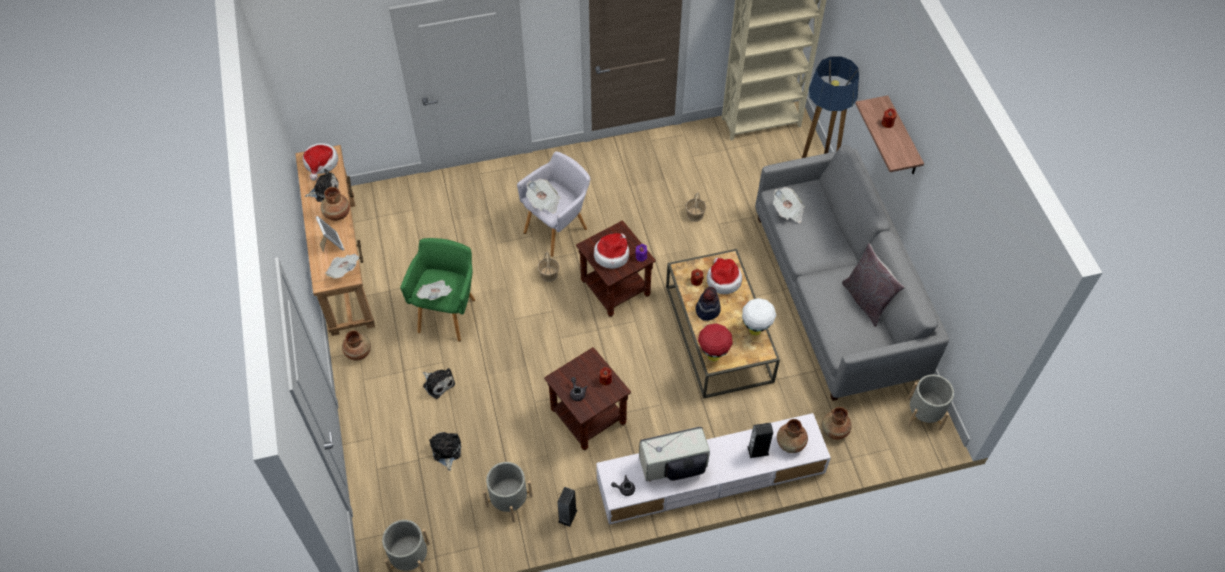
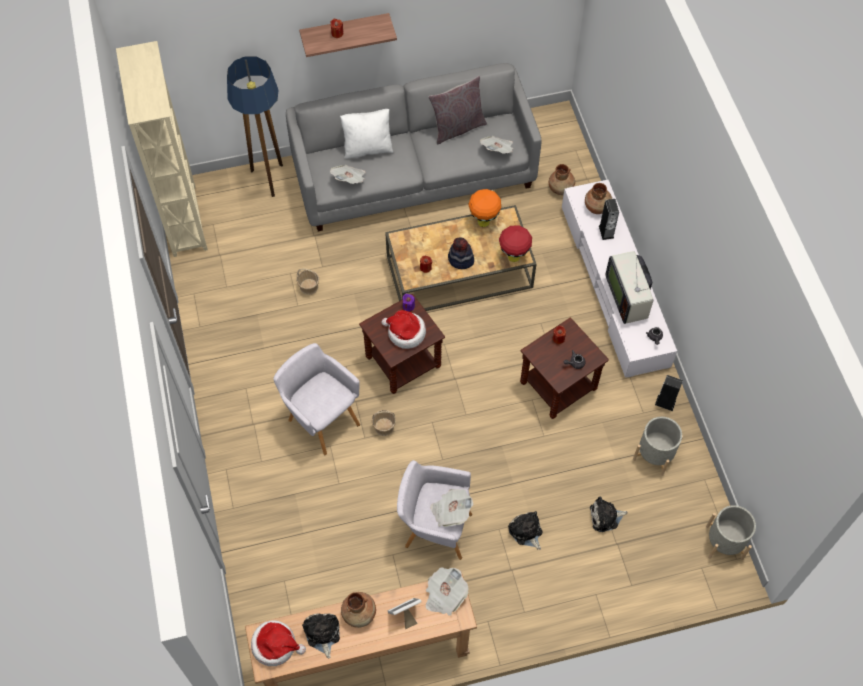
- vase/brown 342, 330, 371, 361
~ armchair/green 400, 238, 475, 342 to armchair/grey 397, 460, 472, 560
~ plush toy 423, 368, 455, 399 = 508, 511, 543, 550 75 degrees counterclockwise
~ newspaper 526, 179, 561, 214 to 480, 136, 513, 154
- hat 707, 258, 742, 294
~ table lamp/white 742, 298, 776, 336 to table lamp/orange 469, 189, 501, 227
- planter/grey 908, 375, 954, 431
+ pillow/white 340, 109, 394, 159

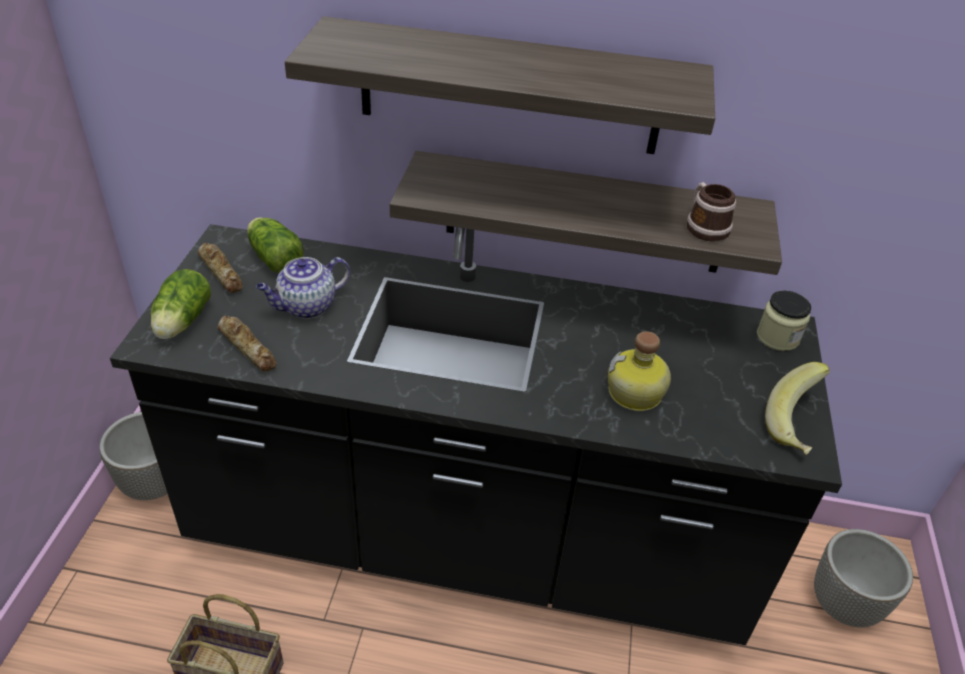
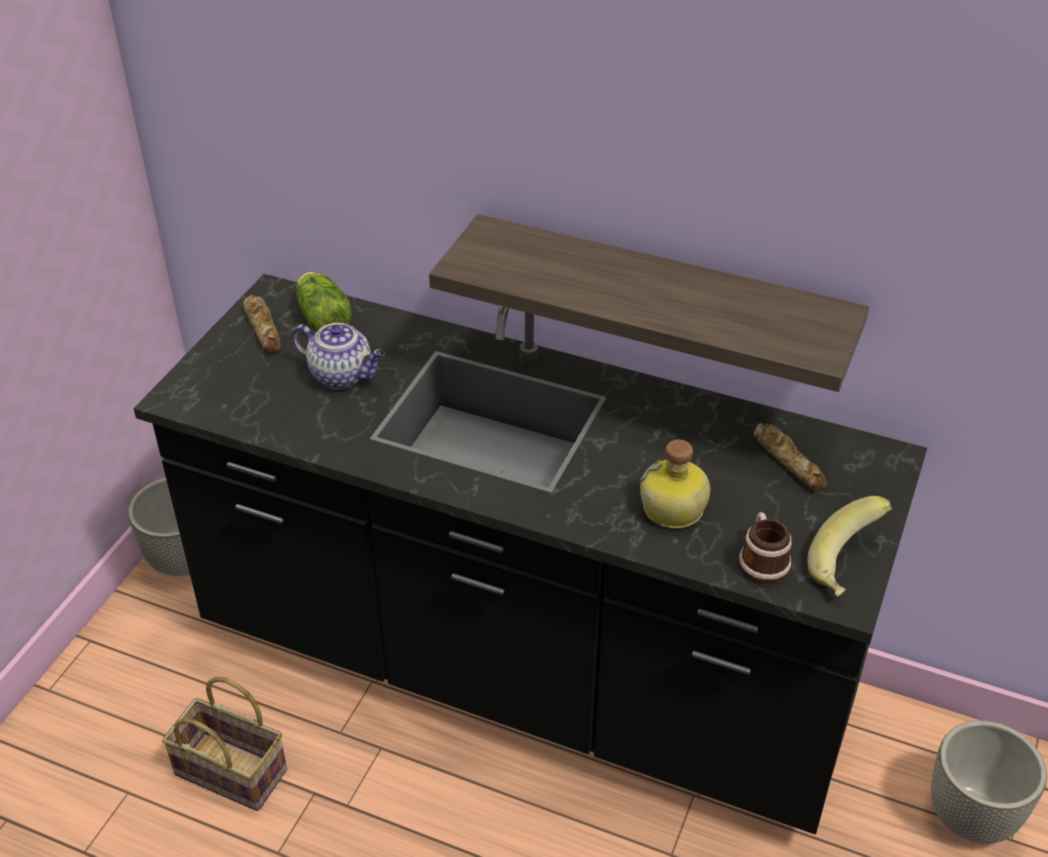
- lettuce 151, 269, 211, 339
~ bread 218, 316, 277, 372 to 753, 423, 827, 491
~ teapot 256, 257, 350, 319 = 292, 323, 385, 389 135 degrees counterclockwise
- shelf 285, 16, 715, 154
~ mug 687, 182, 736, 242 to 739, 512, 792, 585
- jar 757, 291, 811, 351

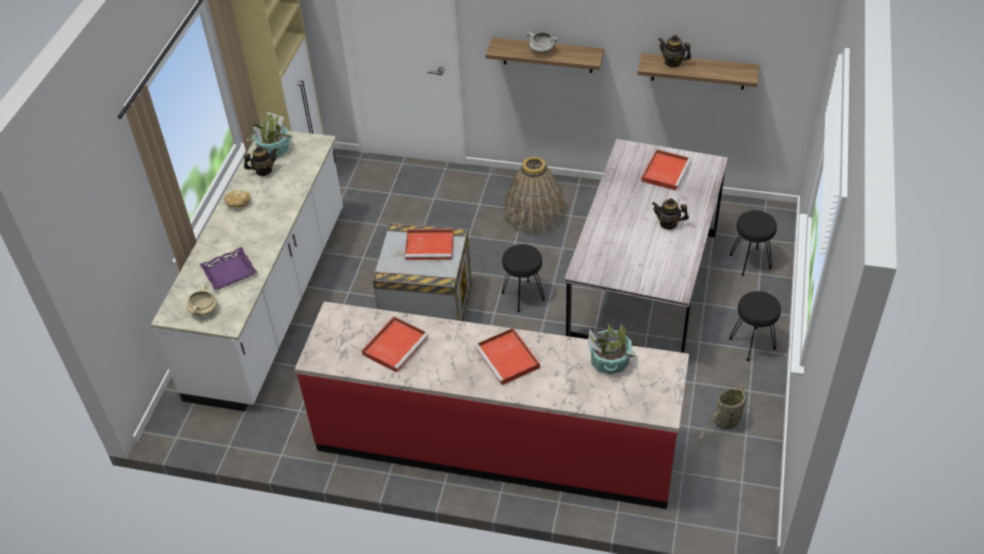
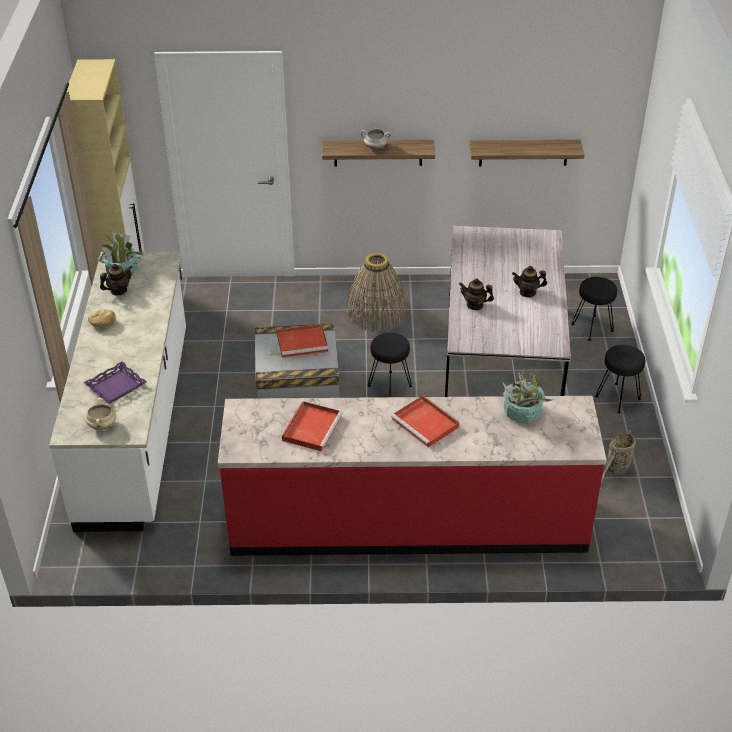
- tray/red 641, 149, 692, 191
~ teapot 658, 35, 691, 68 to 459, 278, 494, 310

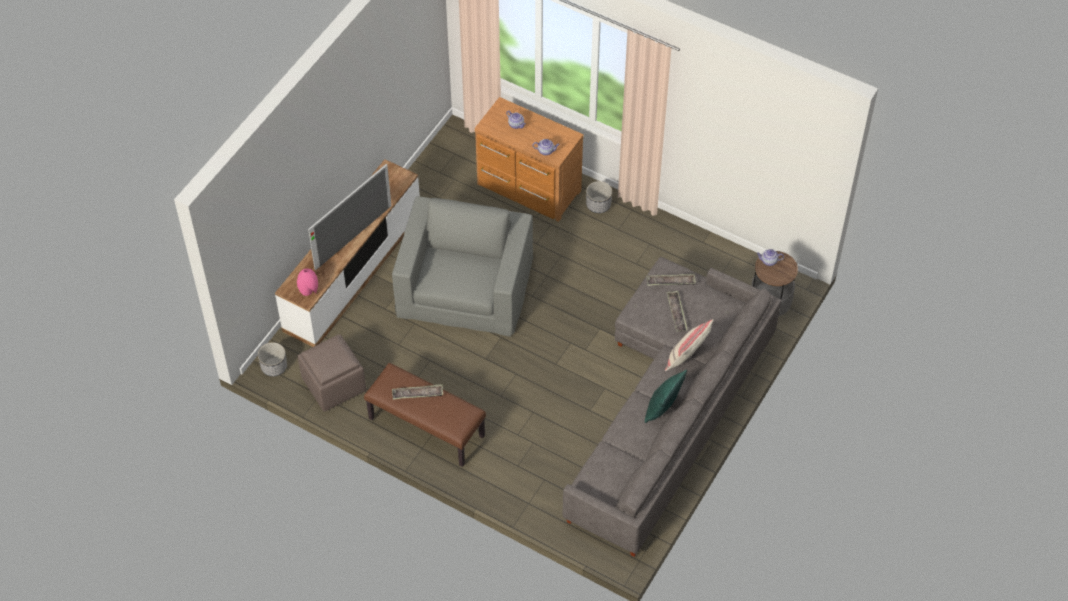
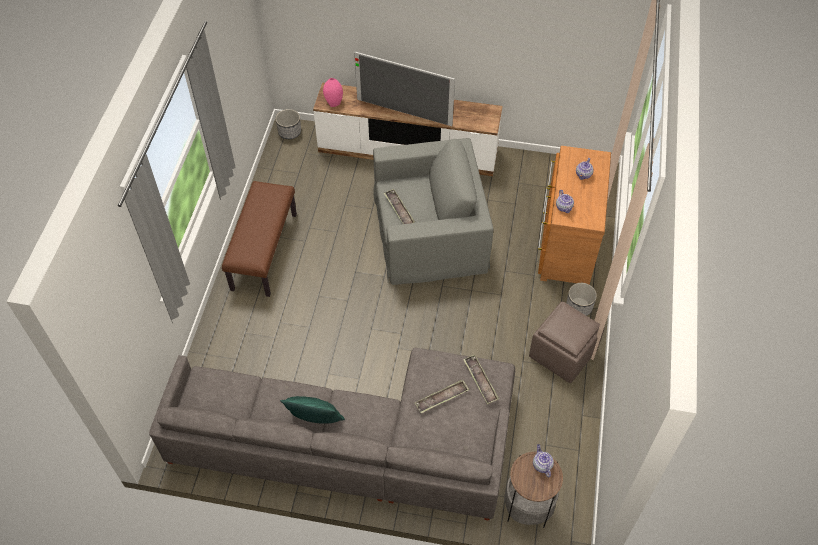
~ ottoman/brown 298, 334, 366, 412 to 529, 301, 604, 383
~ tray 392, 384, 443, 400 to 384, 189, 415, 224
- pillow/beige 665, 319, 713, 371

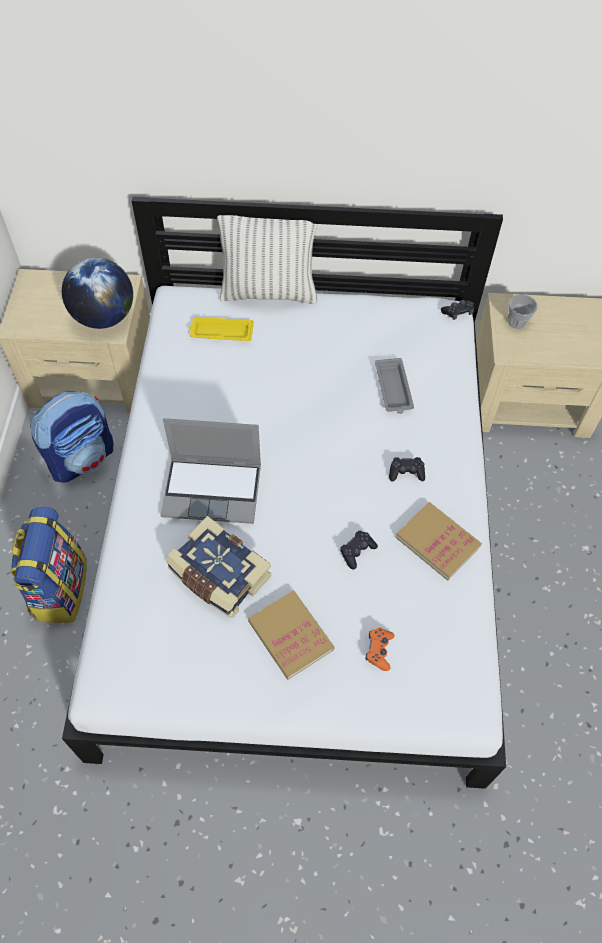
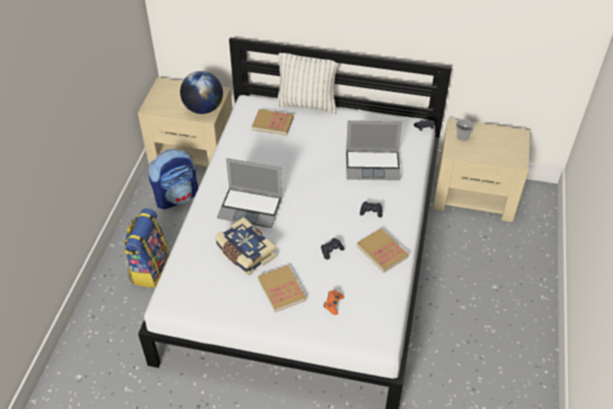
~ tray/yellow 189, 317, 254, 341 to book 252, 109, 294, 136
~ tray/grey 375, 358, 414, 414 to laptop 346, 121, 402, 180

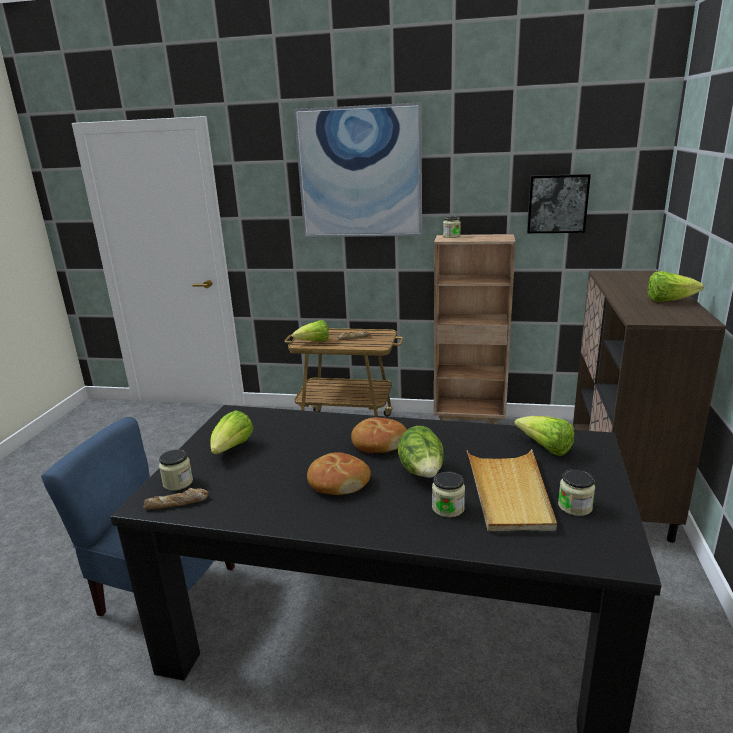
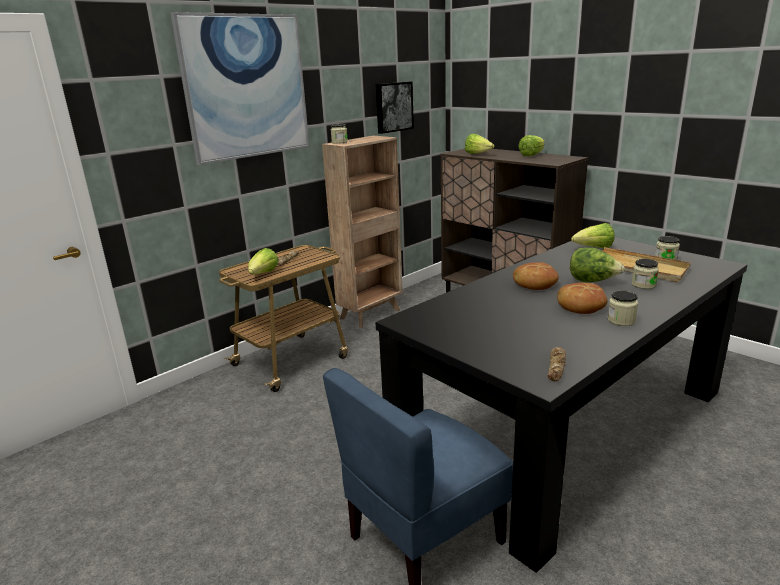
~ jar 159, 450, 193, 491 to 607, 291, 638, 326
~ lettuce 211, 410, 253, 454 to 465, 134, 495, 154

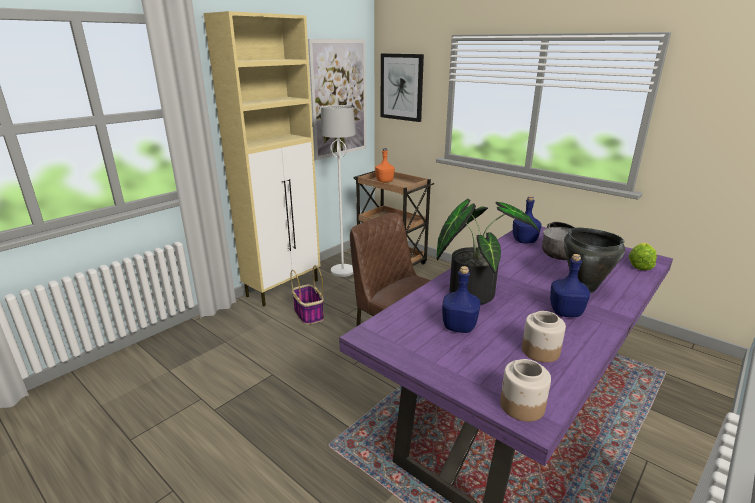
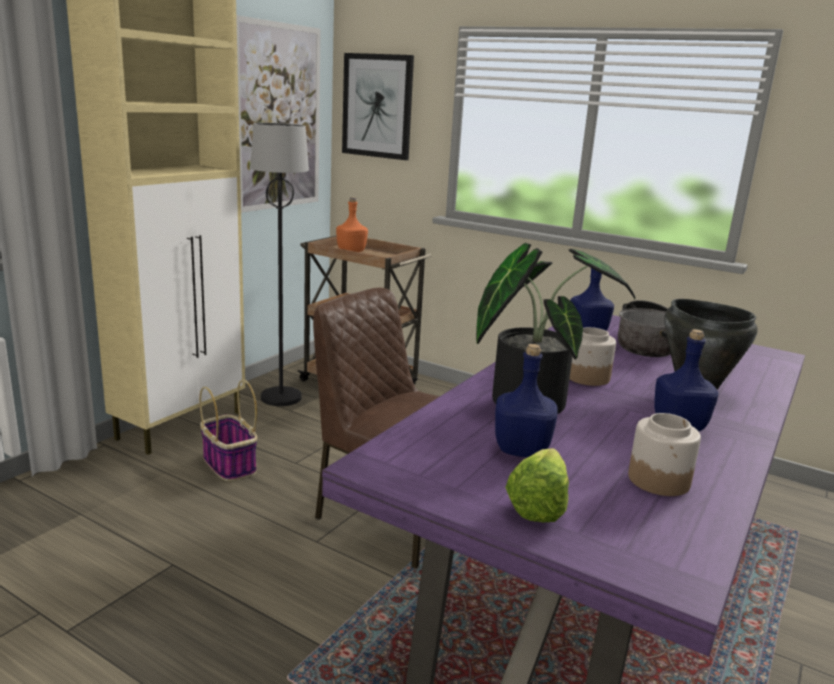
~ floor lamp/white 320, 105, 356, 277 to floor lamp/black 250, 123, 309, 406
~ jar 500, 359, 551, 422 to 569, 327, 616, 386
~ lettuce 629, 243, 657, 270 to 505, 448, 569, 522

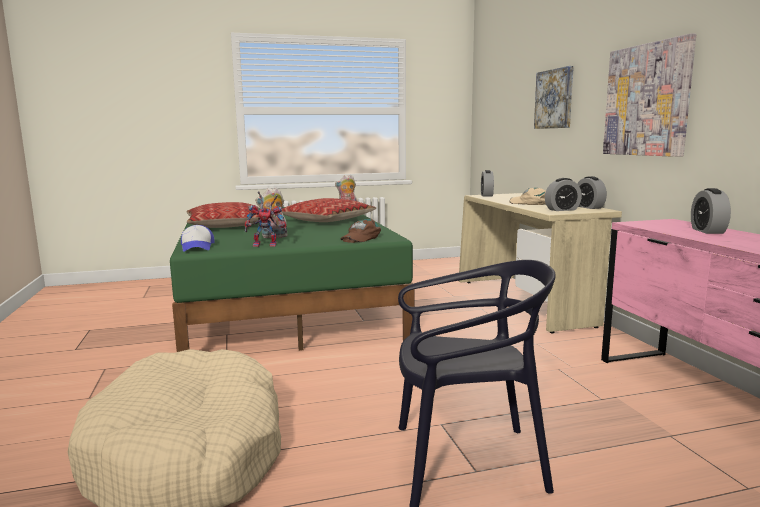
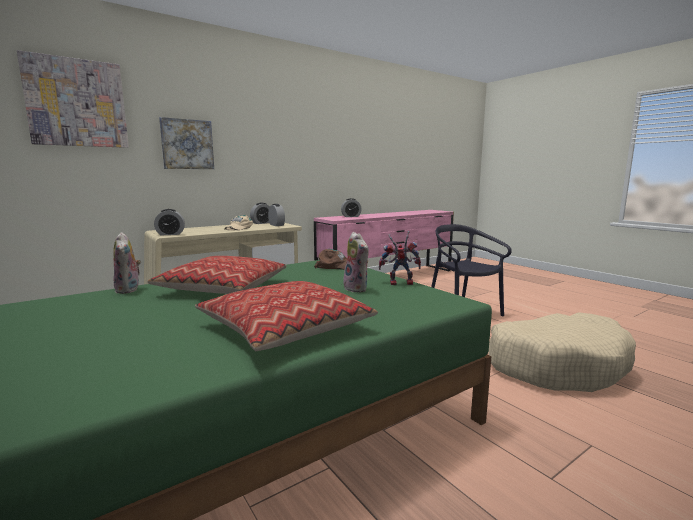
- cap 181, 225, 215, 252
~ toy robot 245, 192, 287, 247 = 379, 231, 421, 285 60 degrees counterclockwise
~ picture 603, 33, 696, 157 to 17, 50, 129, 148

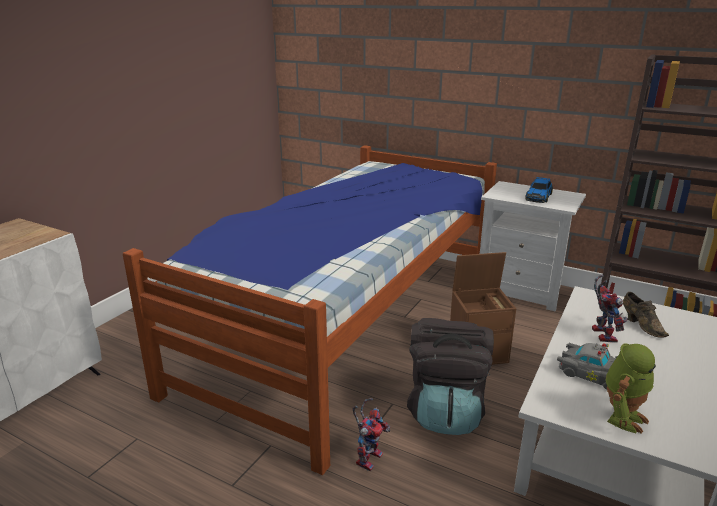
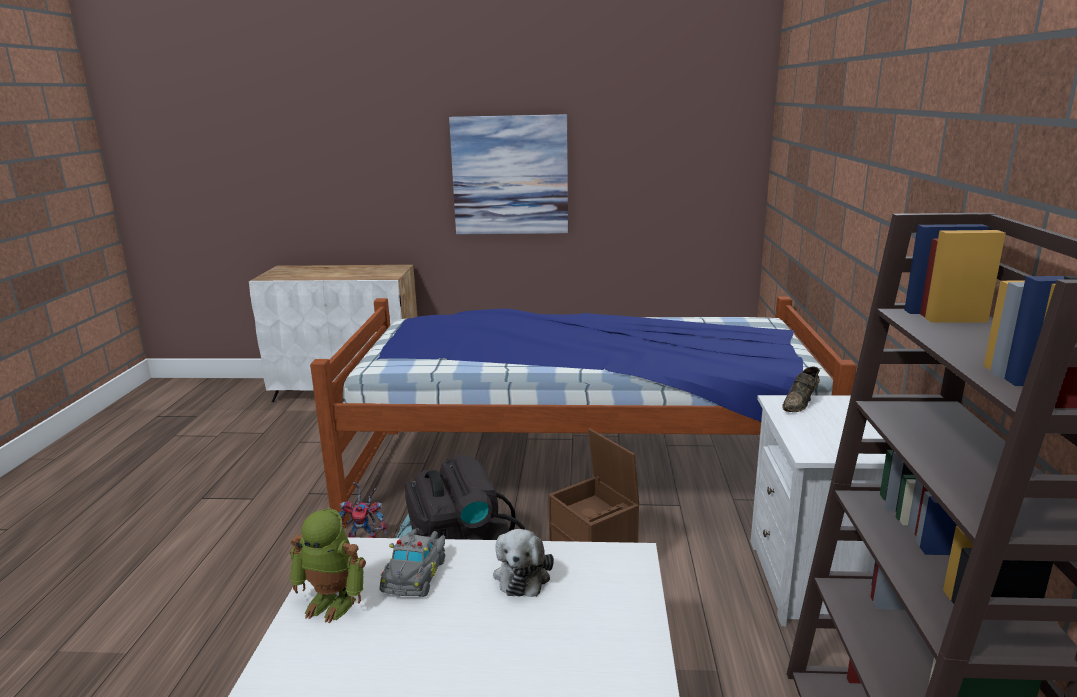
- toy car 525, 177, 553, 203
~ toy robot 592, 275, 628, 342 to plush toy 493, 529, 554, 597
~ shoe/brown 623, 292, 669, 338 to 782, 366, 820, 412
+ picture 449, 114, 568, 234

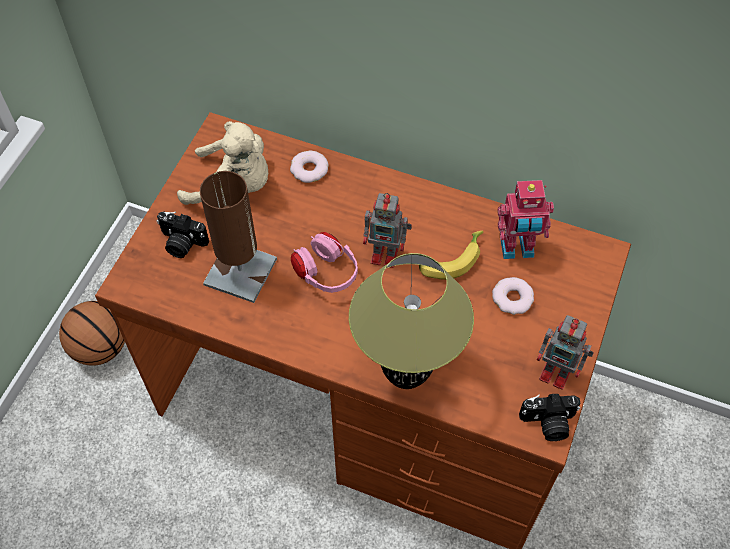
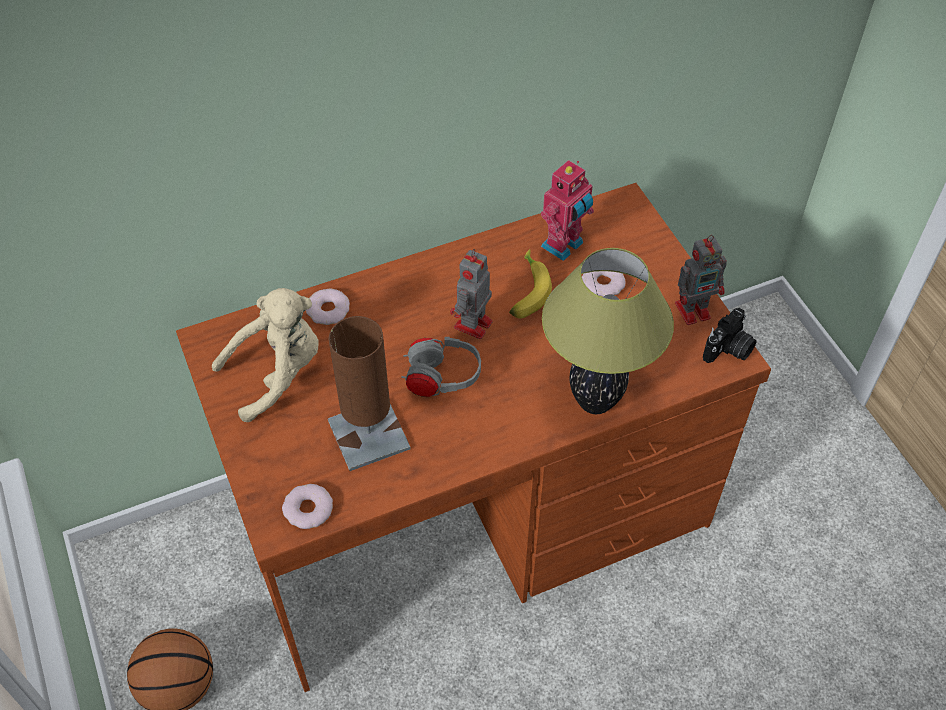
- photo camera 157, 212, 209, 258
~ headphones/pink 291, 232, 358, 293 to headphones/grey 401, 337, 481, 397
~ toy robot 363, 193, 412, 268 = 450, 249, 493, 339 150 degrees clockwise
+ donut 282, 484, 333, 529

